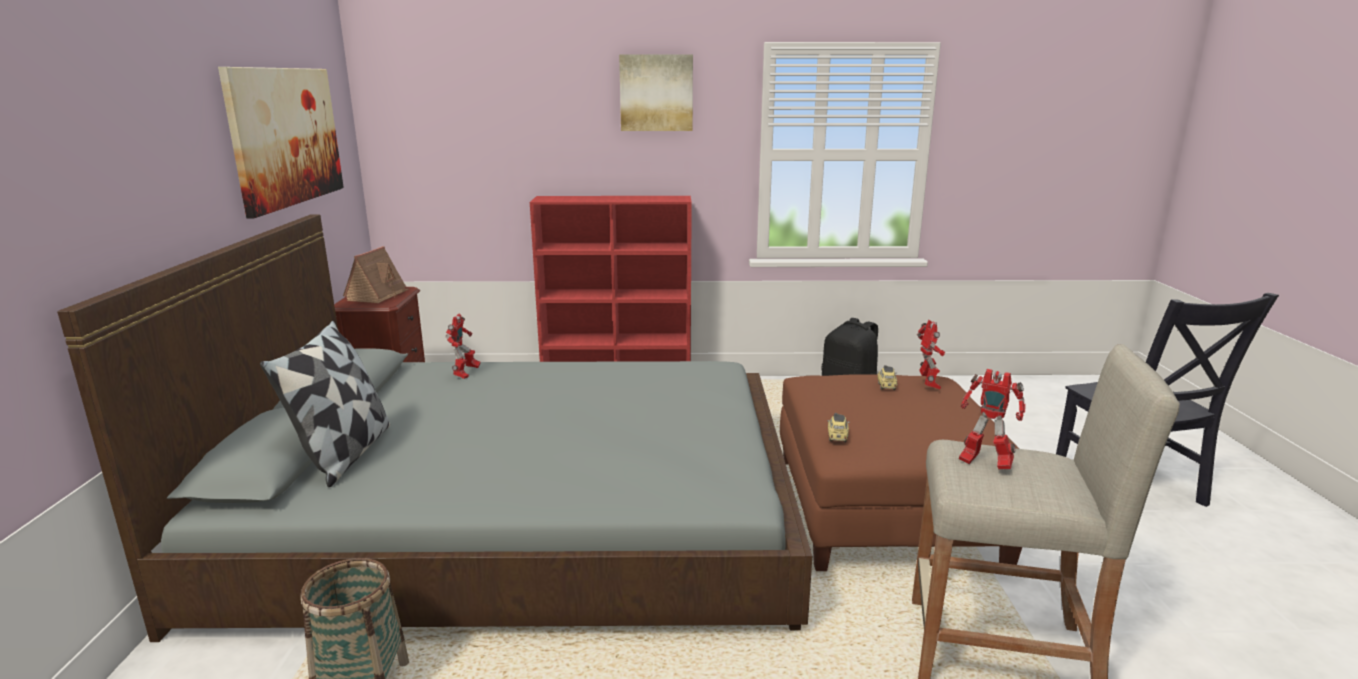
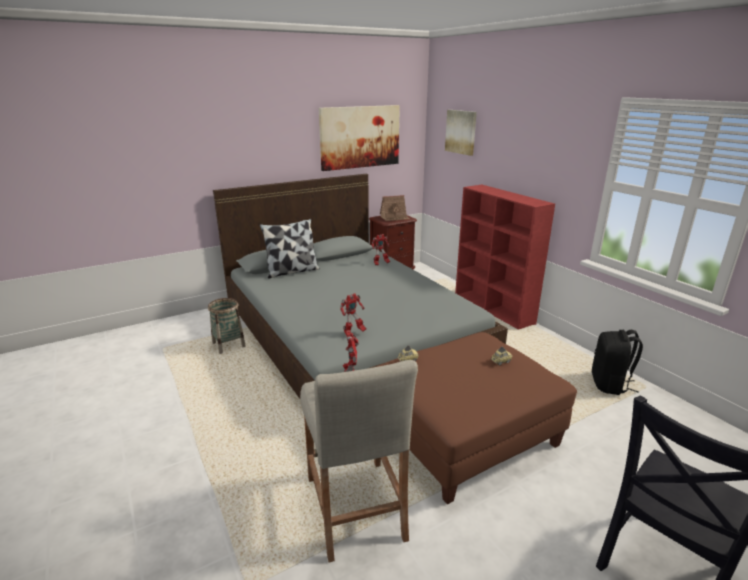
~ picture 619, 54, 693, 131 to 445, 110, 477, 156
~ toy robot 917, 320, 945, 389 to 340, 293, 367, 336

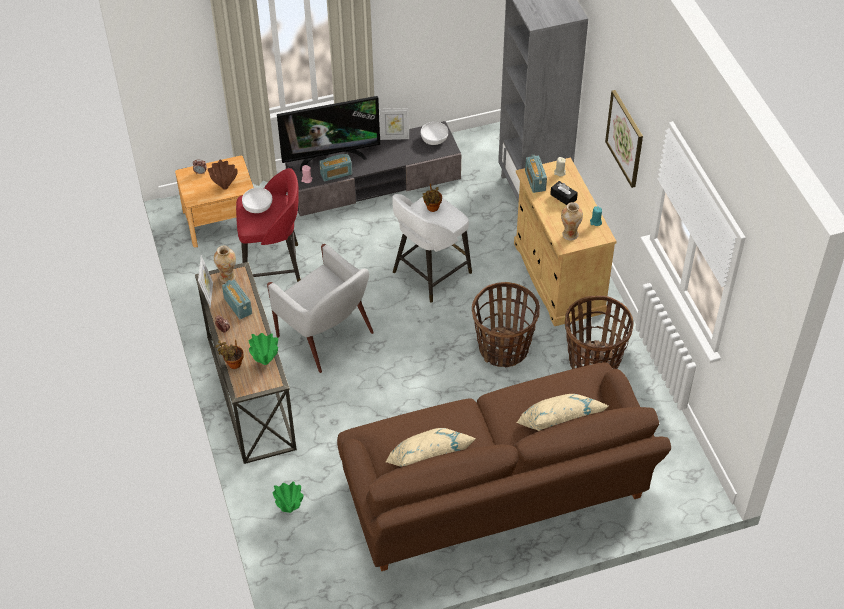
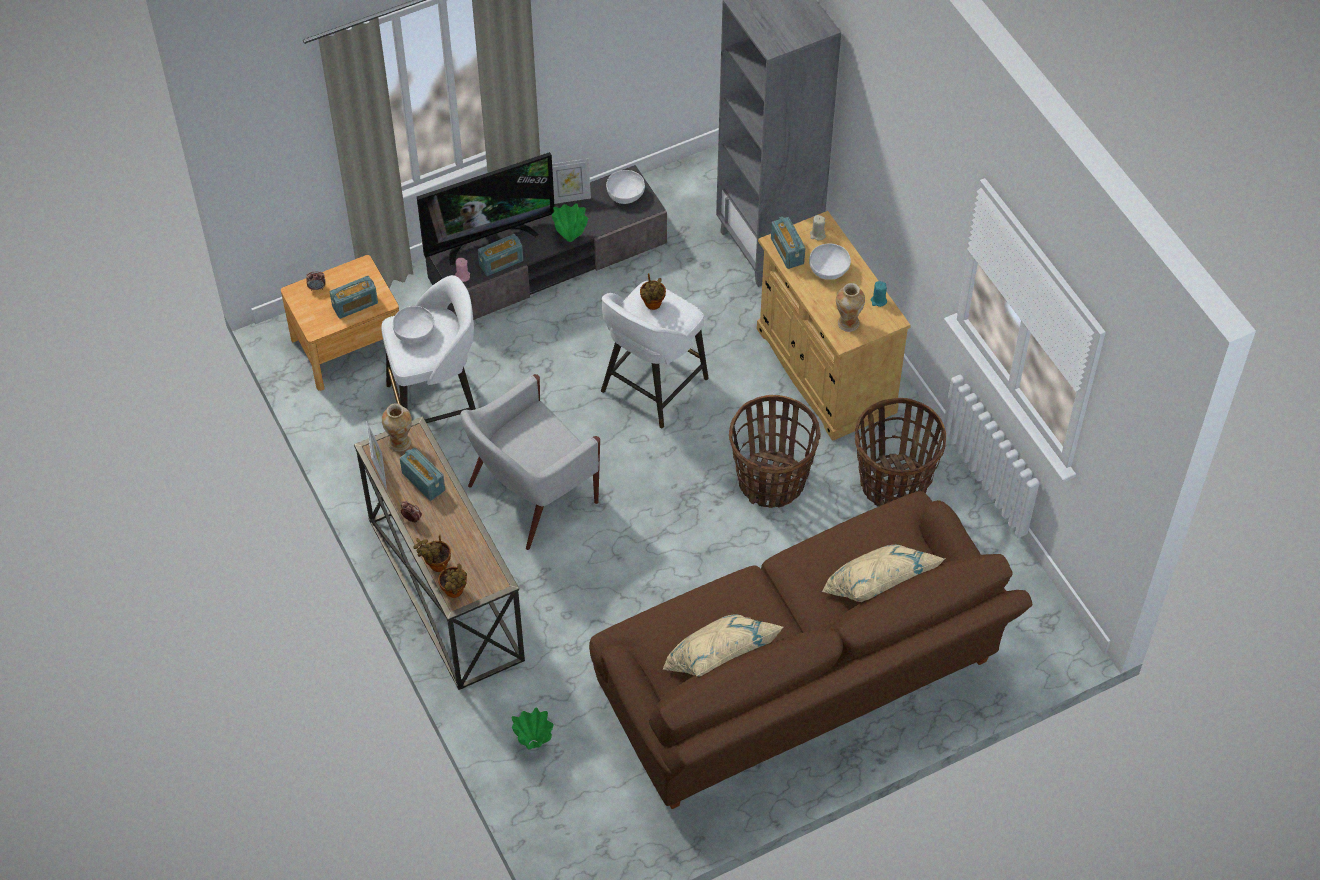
~ vase/brown 208, 160, 238, 190 to radio 330, 276, 378, 319
~ stool/red 236, 168, 301, 282 to stool/white 381, 275, 476, 423
~ vase/green 249, 333, 278, 365 to 552, 203, 588, 242
~ armchair/white 267, 244, 374, 373 = 460, 374, 600, 550 105 degrees clockwise
~ tissue box/black 550, 181, 578, 205 to bowl/white 809, 244, 851, 280
- picture 605, 90, 643, 188
+ potted plant 438, 564, 467, 598

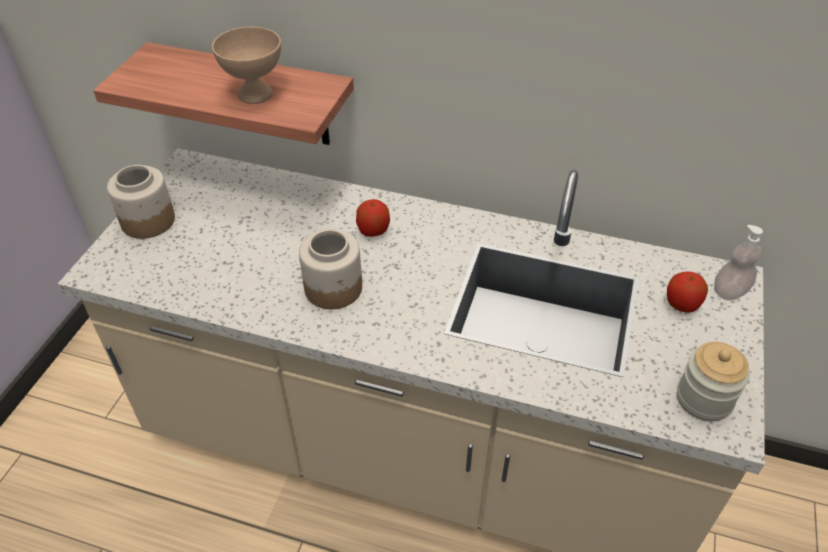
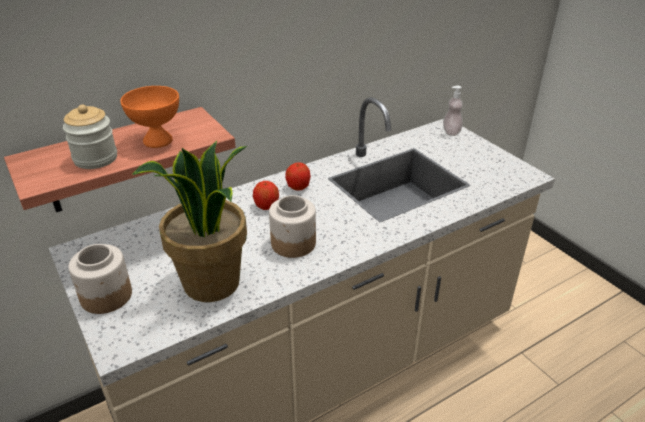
~ bowl/beige 212, 27, 281, 104 to bowl/orange 120, 86, 179, 148
~ apple 667, 272, 708, 313 to 285, 162, 311, 191
~ jar 677, 342, 749, 422 to 63, 105, 117, 169
+ potted plant 132, 141, 247, 302

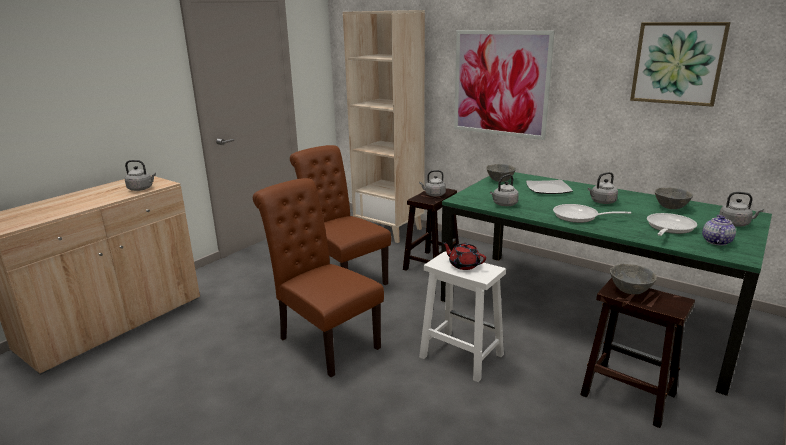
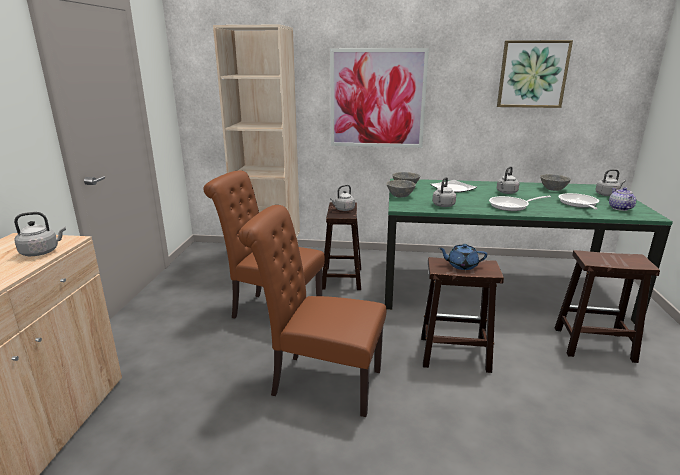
~ stool/white 419, 251, 506, 382 to stool/brown 421, 257, 504, 373
~ teapot/red 442, 242, 486, 270 to teapot/blue 439, 244, 487, 270
~ bowl/grey 610, 264, 657, 294 to 386, 180, 416, 198

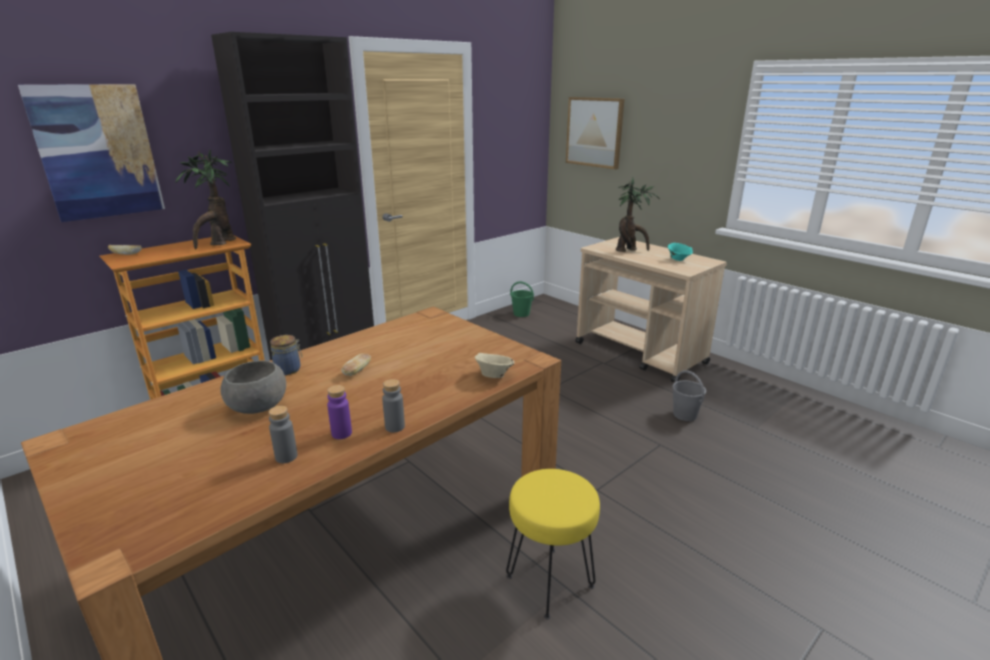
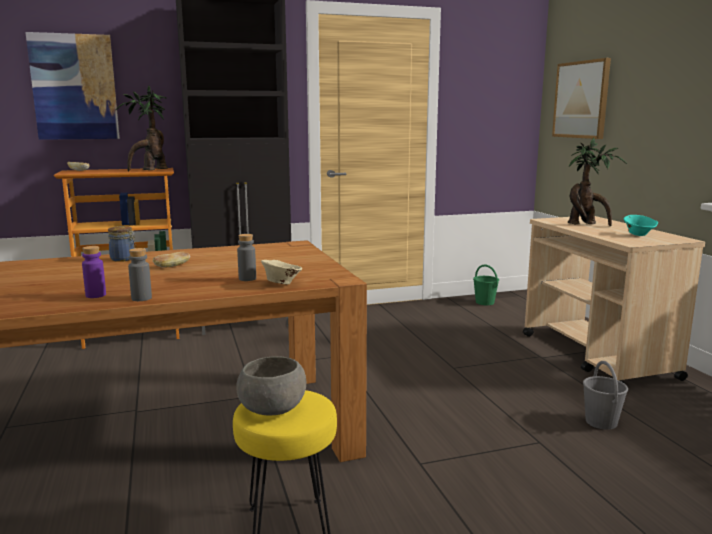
~ bowl/grey 220, 361, 286, 414 to 236, 356, 306, 415
~ bottle/grey 269, 406, 297, 463 to 237, 234, 256, 281

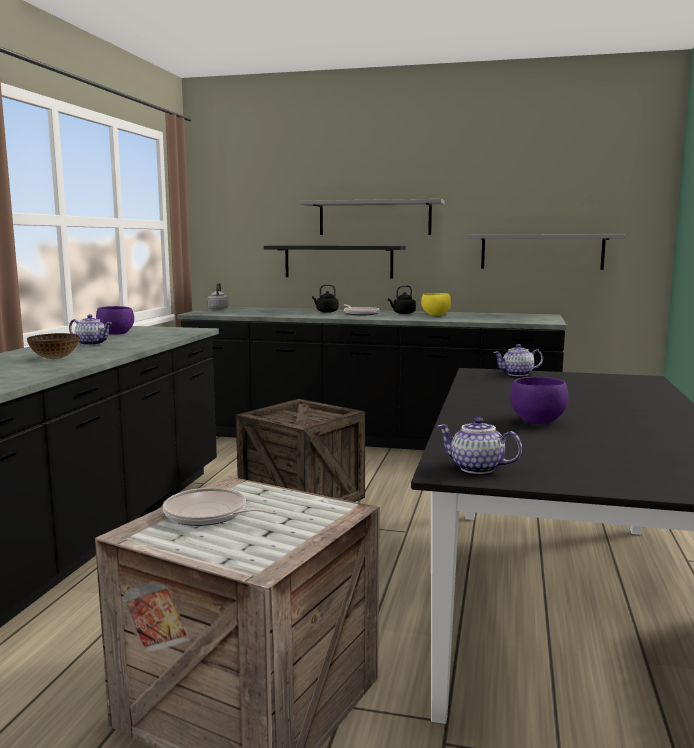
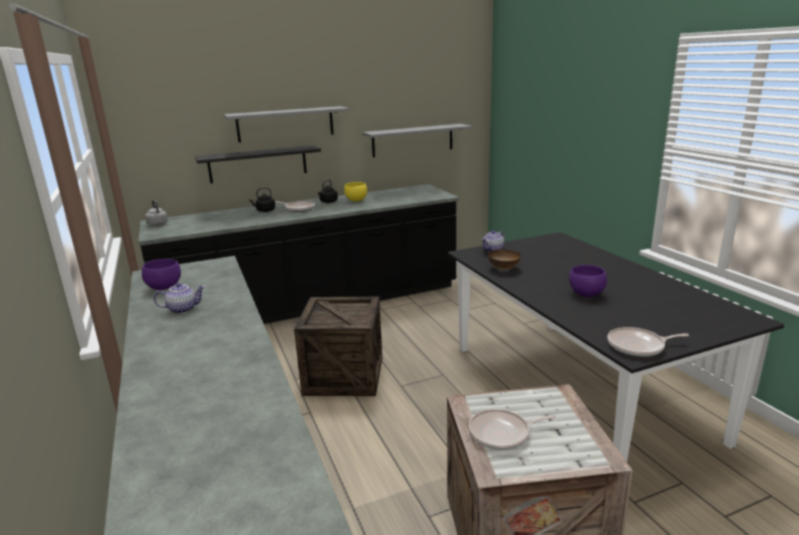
~ bowl 27, 333, 80, 359 to 488, 249, 521, 270
~ teapot 437, 417, 522, 474 to frying pan 607, 327, 689, 357

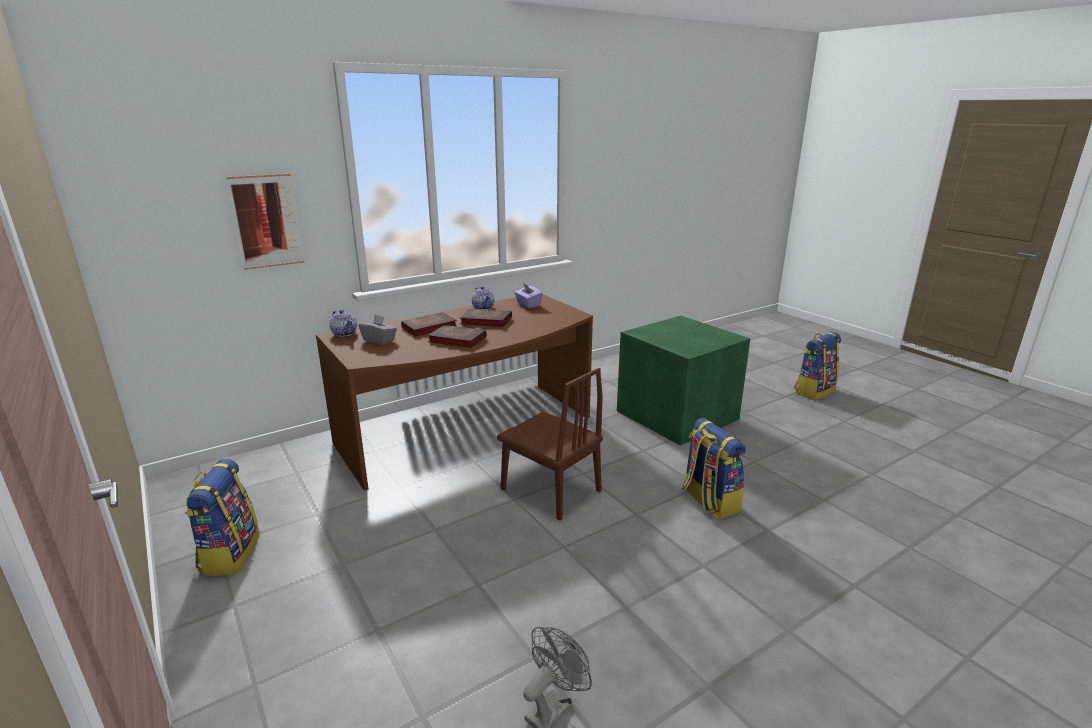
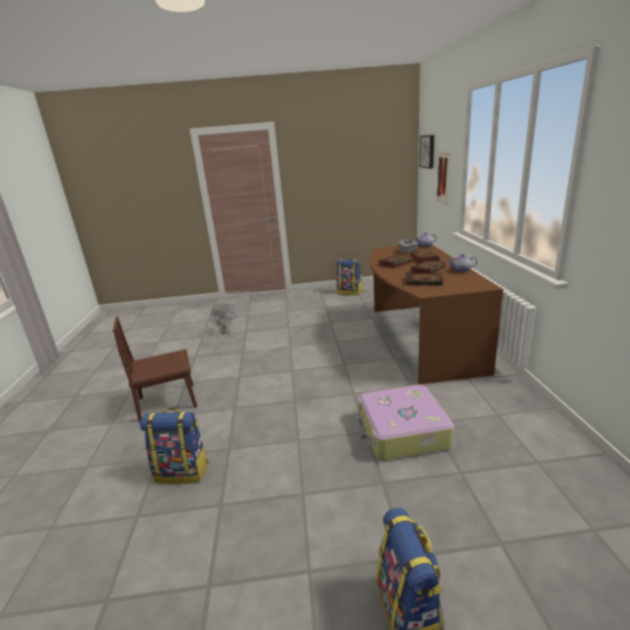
~ chair/brown 497, 368, 603, 521 to 113, 316, 197, 423
- tissue box/purple 515, 283, 542, 308
~ storage box/green 617, 316, 750, 446 to suitcase 358, 385, 454, 460
~ backpack 682, 418, 746, 519 to 140, 408, 208, 484
+ book 406, 273, 443, 285
+ picture 420, 135, 434, 169

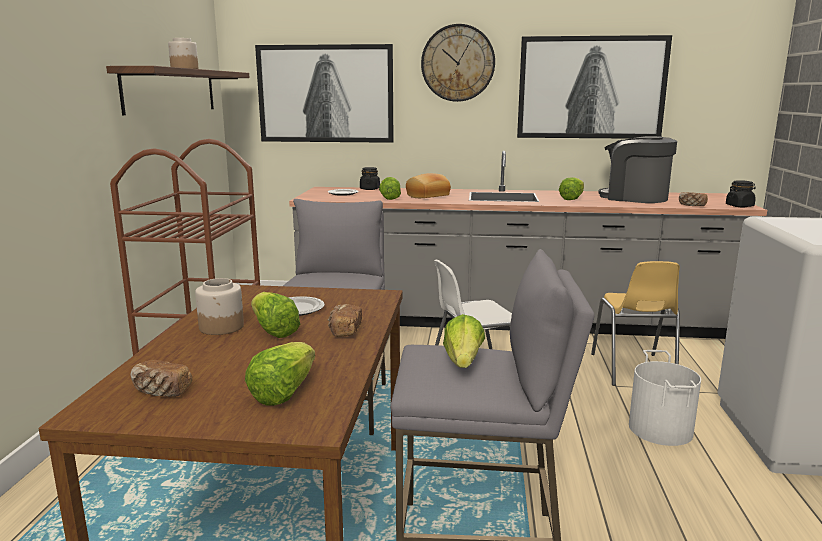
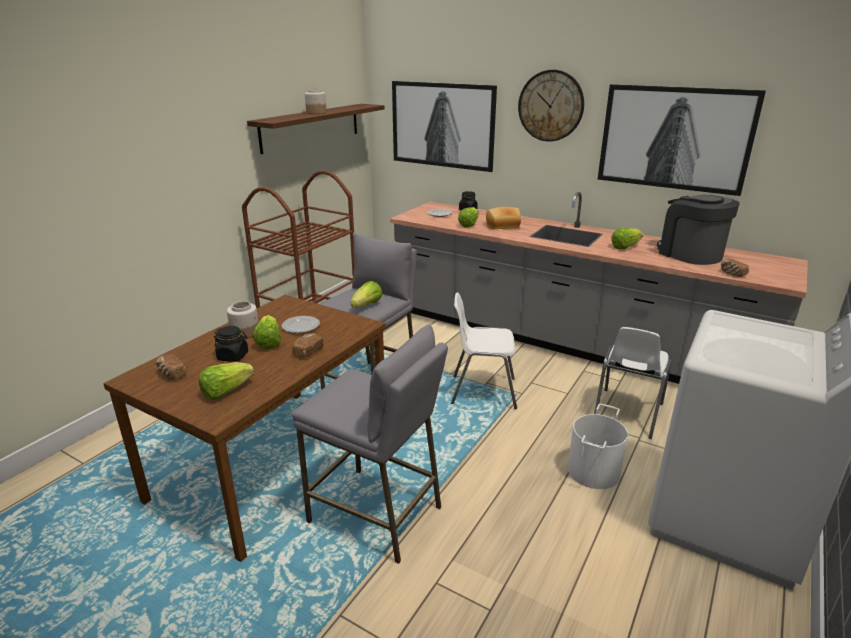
~ lettuce 443, 314, 485, 368 to 351, 281, 382, 308
~ chair/yellow 591, 261, 680, 386 to chair/white 594, 327, 672, 439
~ jar/black 726, 180, 756, 207 to 214, 326, 248, 362

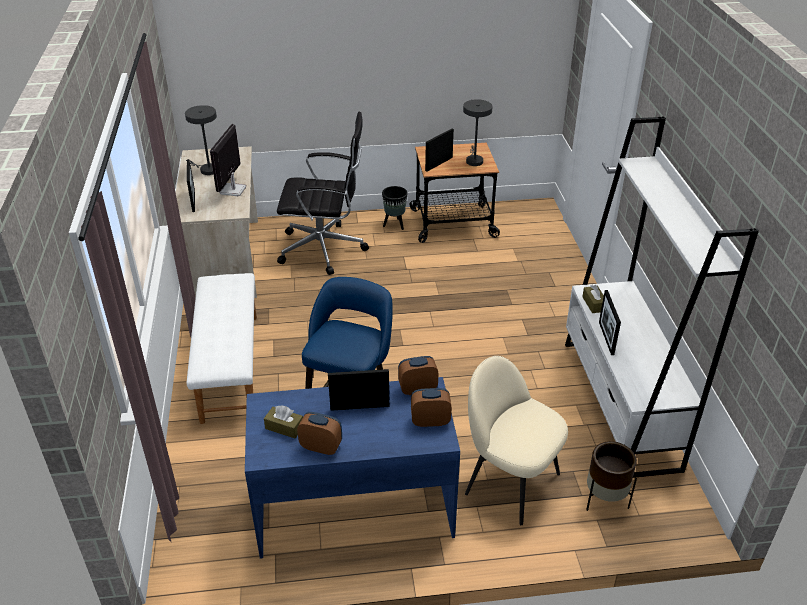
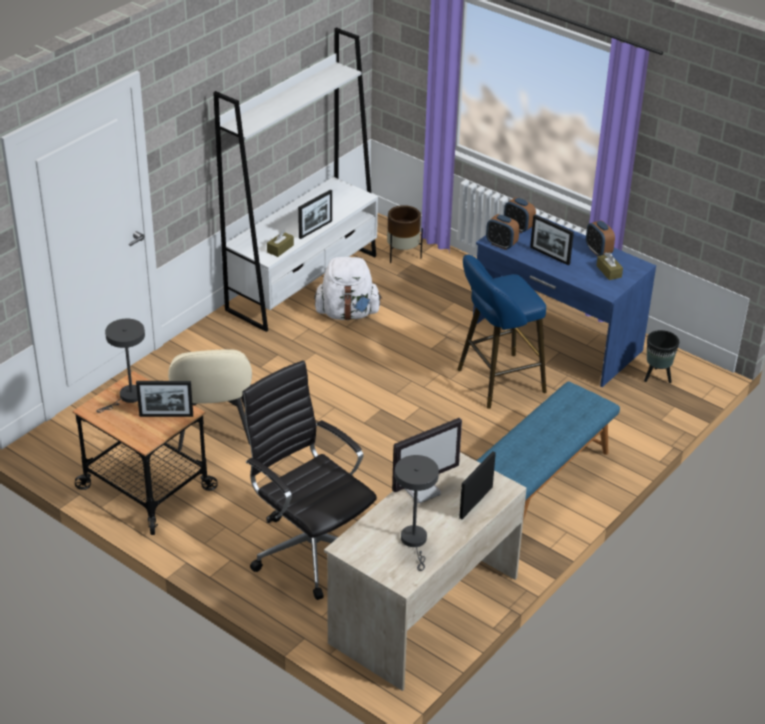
~ bench/white 187, 273, 257, 424 to bench/blue 477, 381, 620, 521
~ planter/black 382, 186, 408, 230 to 644, 330, 679, 383
~ chair/beige 465, 356, 568, 525 to 168, 349, 252, 451
+ backpack/white 314, 257, 382, 320

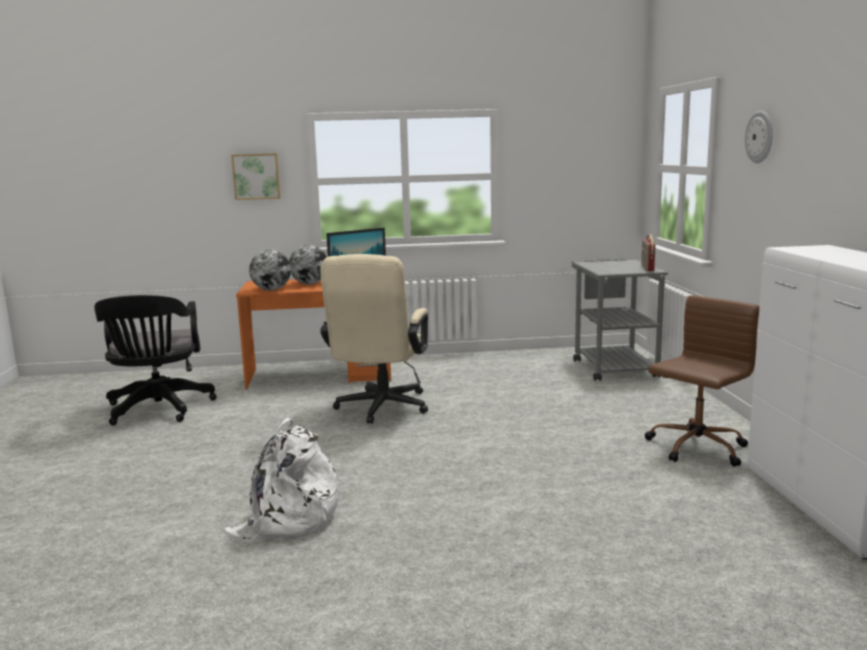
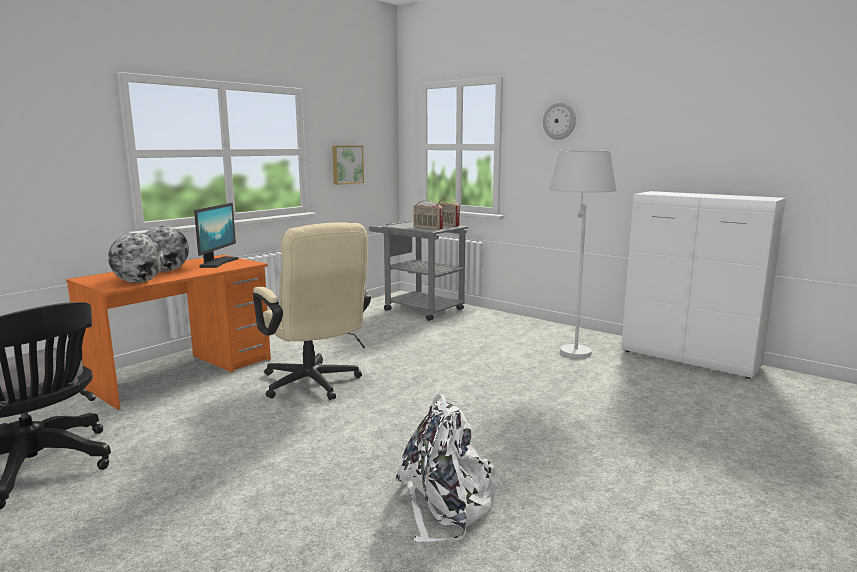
~ picture 231, 153, 281, 200 to 332, 146, 364, 185
~ office chair/brown 645, 295, 759, 467 to floor lamp/white 549, 151, 617, 358
+ radio 413, 200, 443, 230

